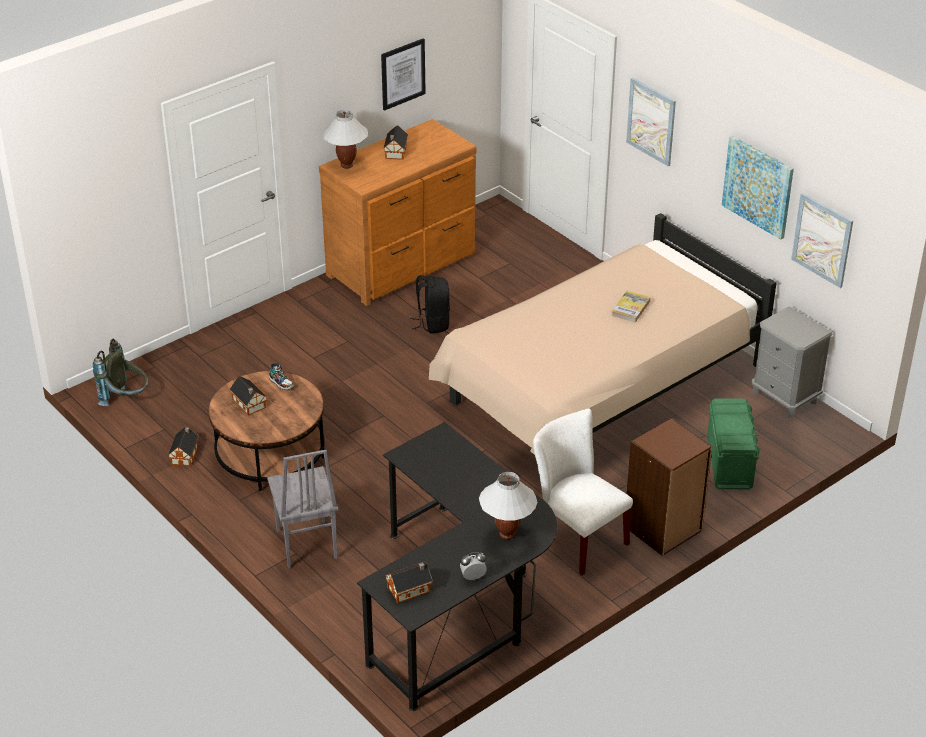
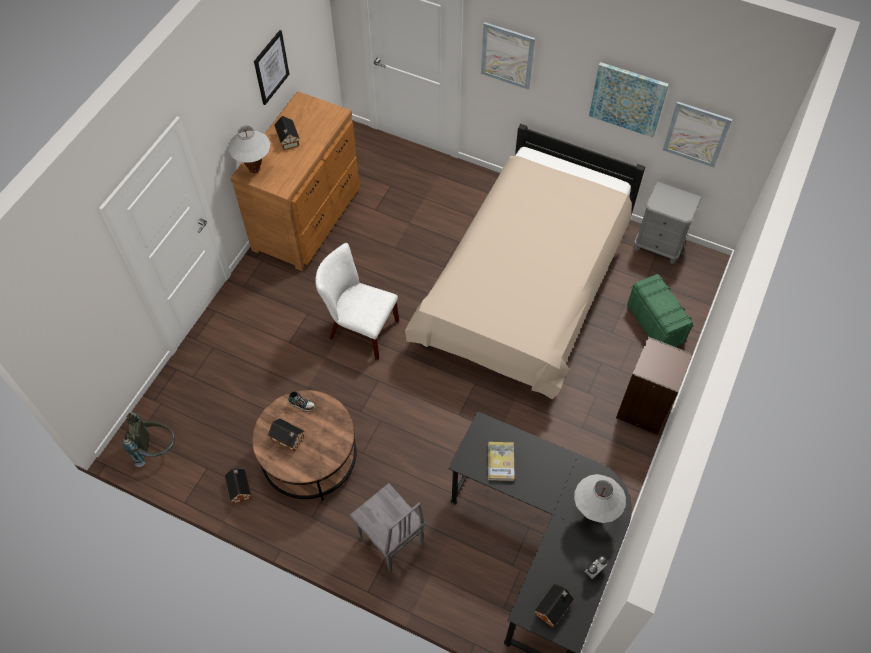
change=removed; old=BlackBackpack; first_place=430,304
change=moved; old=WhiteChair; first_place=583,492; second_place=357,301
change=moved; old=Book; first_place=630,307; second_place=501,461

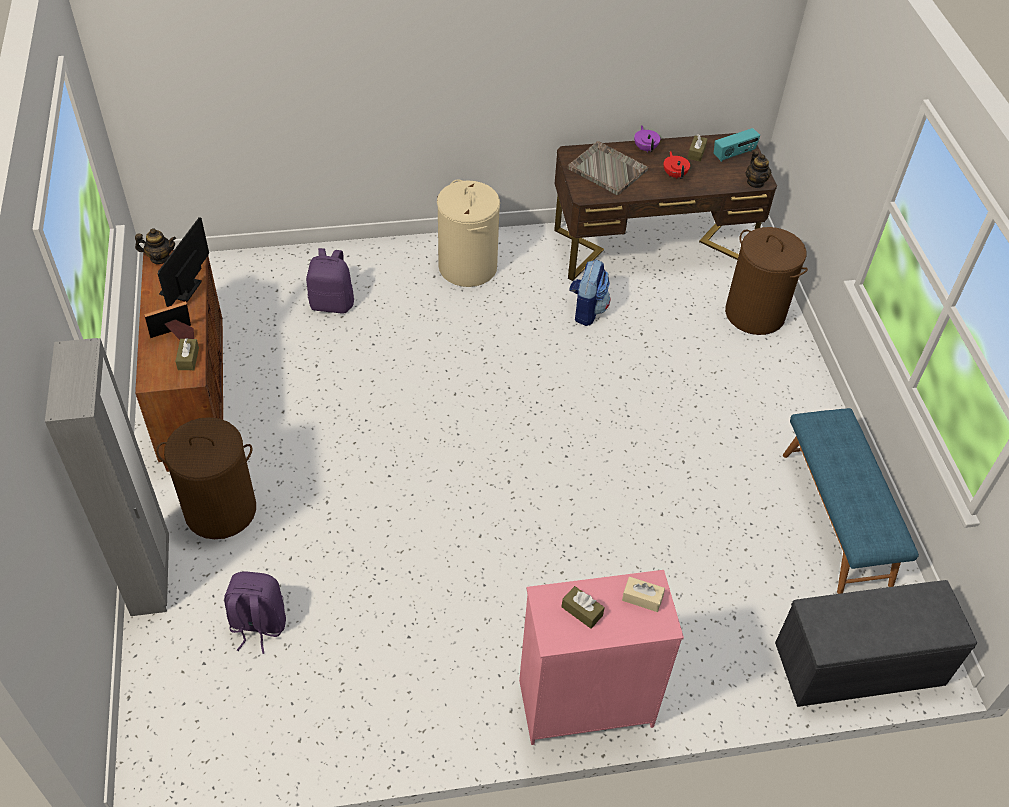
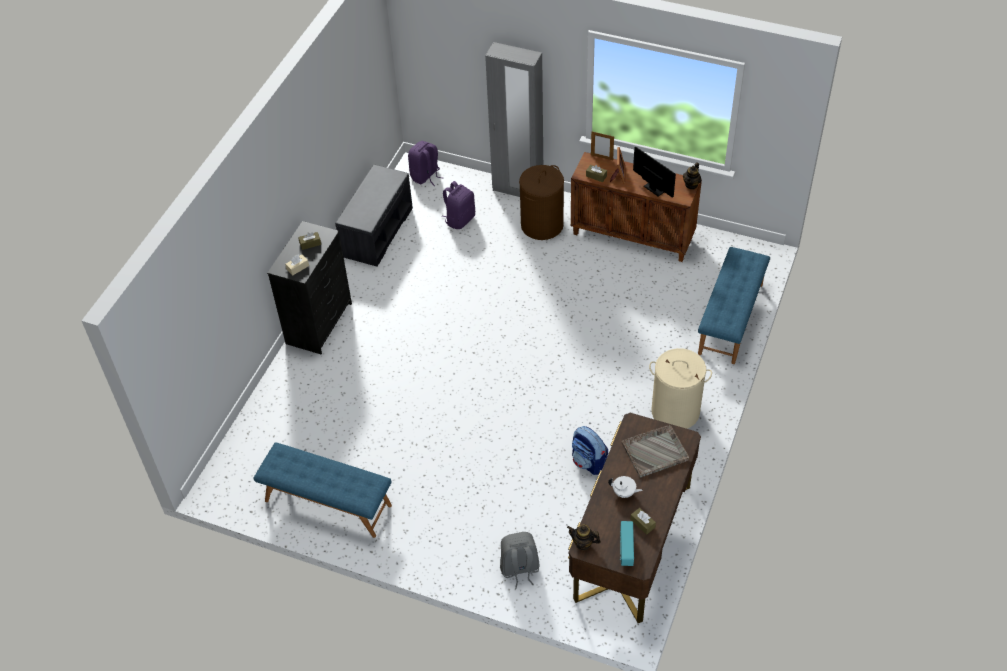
change=removed; old=PurpleTeapot; first_place=647,139
change=added; new=PictureFrame; second_place=602,145
change=added; new=BlueBench; second_place=734,305
change=moved; old=PurpleBackpack; first_place=330,281; second_place=425,163
change=moved; old=GreyBench; first_place=876,643; second_place=374,216
change=replaced; old=BrownLaundryBasket; new=GreyBackpack; first_place=766,281; second_place=520,560
change=recoloured; old=PinkDresser; new=BlackDresser; first_place=601,657; second_place=309,287
change=recoloured; old=RedTeapot; new=WhiteTeapot; first_place=677,165; second_place=625,487

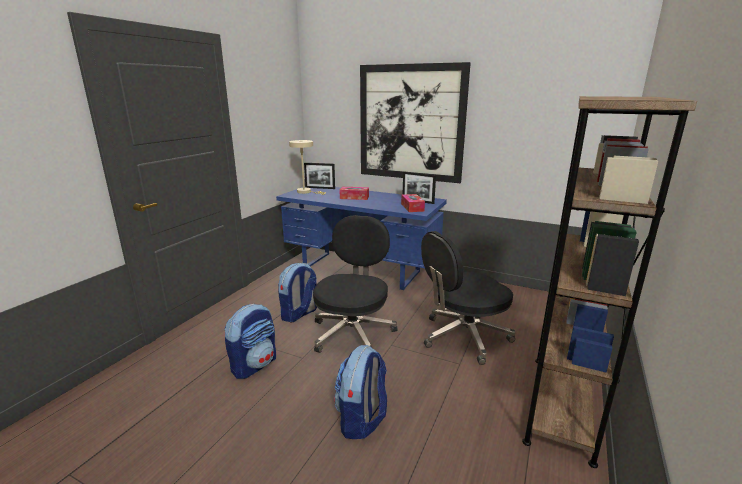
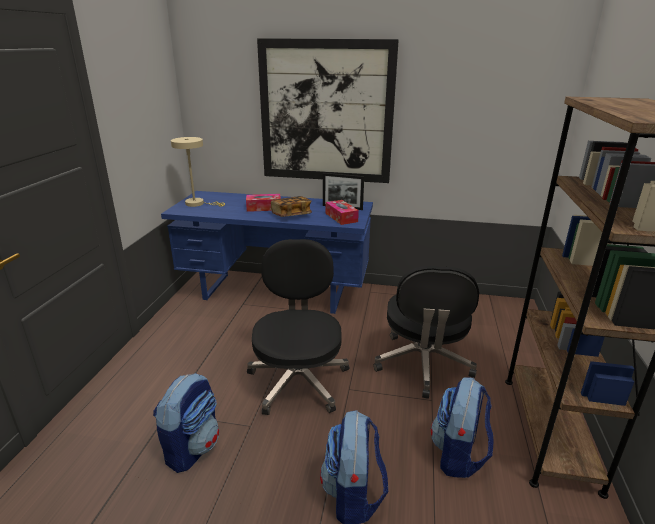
change=removed; old=PictureFrame; first_place=319,176
change=added; new=Book; second_place=291,206
change=moved; old=Backpack; first_place=297,292; second_place=462,427
change=turned; old=BlackOfficeChair; first_place=468,298; second_place=426,332; degrees=-45

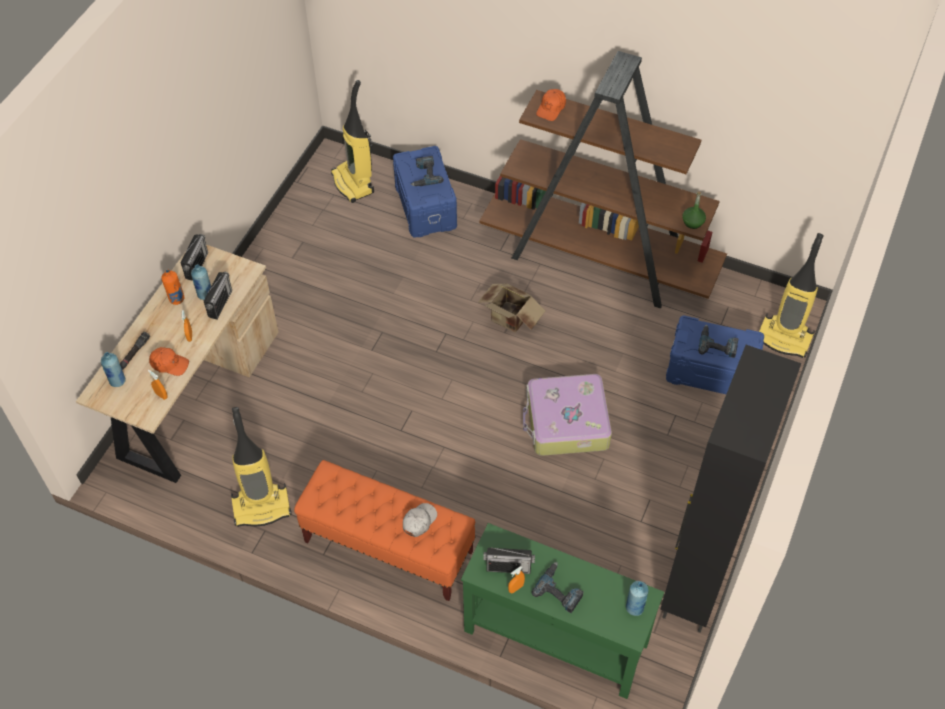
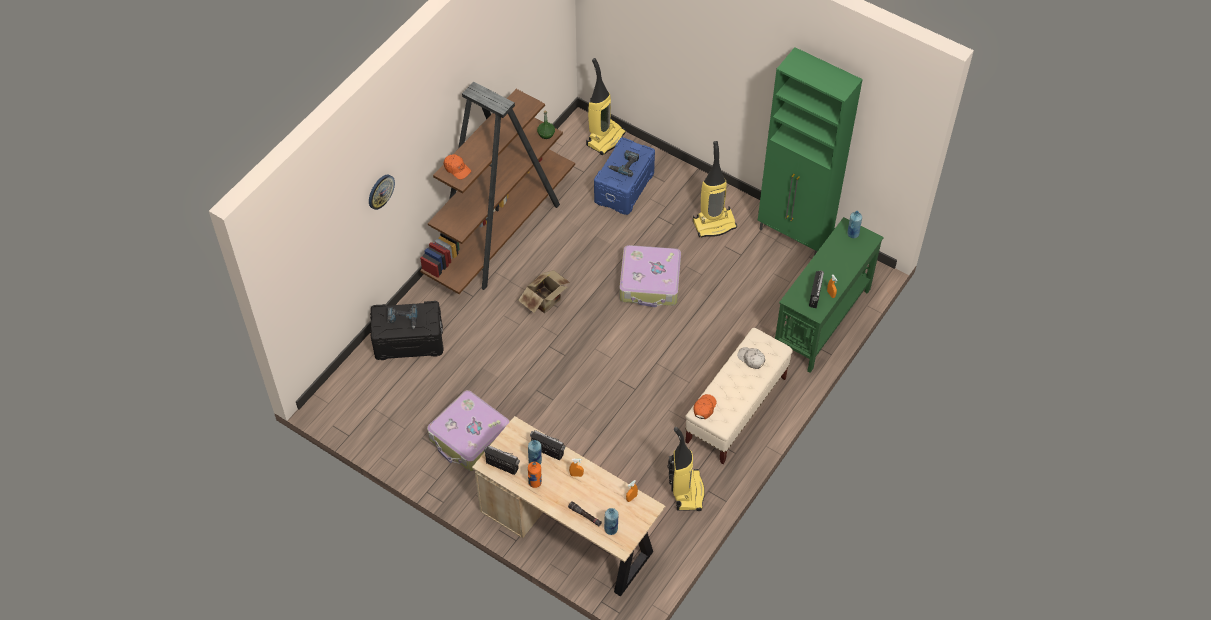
change=removed; old=PowerDrill; first_place=558,587
change=added; new=WallClock; second_place=382,192
change=added; new=Suitcase; second_place=468,430
change=moved; old=OrangeCap; first_place=169,361; second_place=705,406
change=moved; old=VacuumCleaner; first_place=352,141; second_place=715,189
change=recoloured; old=OrangeBench; new=BeigeBench; first_place=385,530; second_place=739,396
change=recoloured; old=BlueStorageBox; new=BlackStorageBox; first_place=425,192; second_place=406,330
change=recoloured; old=BlackCabinet; new=GreenCabinet; first_place=730,489; second_place=810,151

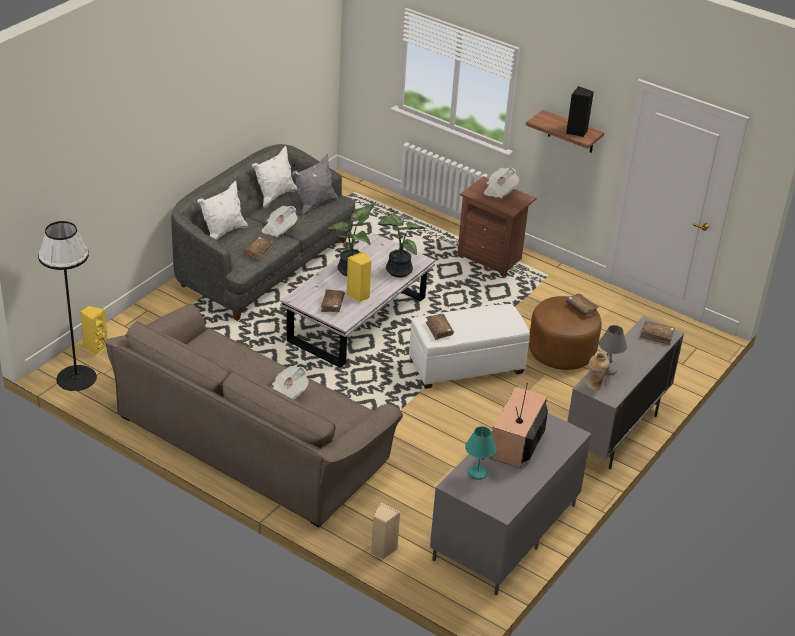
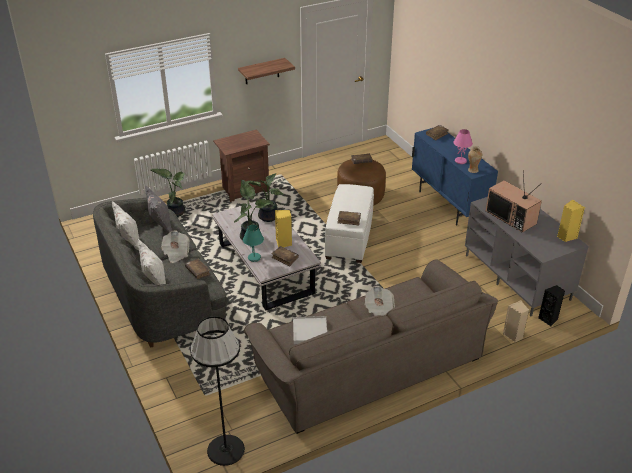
change=removed; old=Newspaper; first_place=501,183
change=added; new=PottedPlant; second_place=168,193
change=added; new=WhiteTray; second_place=310,330
change=moved; old=YellowSpeaker; first_place=94,330; second_place=571,220
change=moved; old=TurquoiseTableLamp; first_place=480,453; second_place=253,243
change=moved; old=BlackSpeaker; first_place=580,111; second_place=551,306
change=recoloured; old=GreyCabinet; new=BlueCabinet; first_place=625,392; second_place=455,176
change=recoloured; old=GreyTableLamp; new=PinkTableLamp; first_place=613,350; second_place=463,146

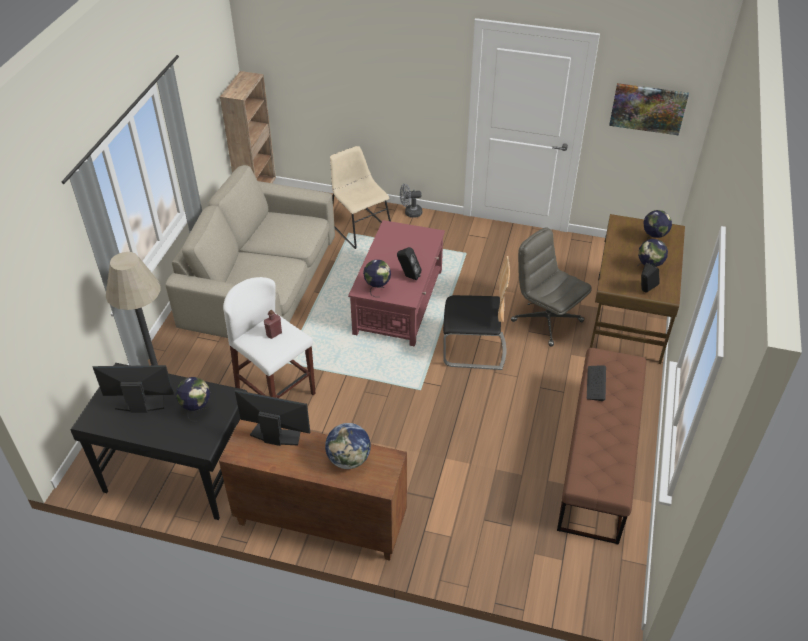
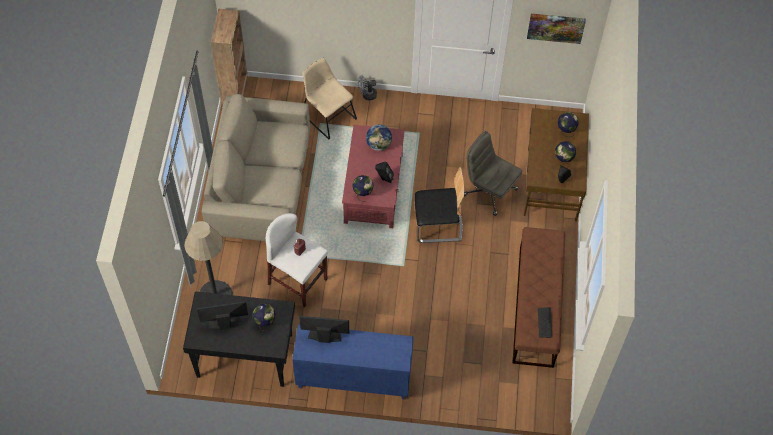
change=moved; old=Globe; first_place=348,446; second_place=379,137
change=moved; old=Keyboard; first_place=596,383; second_place=545,322
change=recoloured; old=BrownCabinet; new=BlueCabinet; first_place=313,490; second_place=353,361

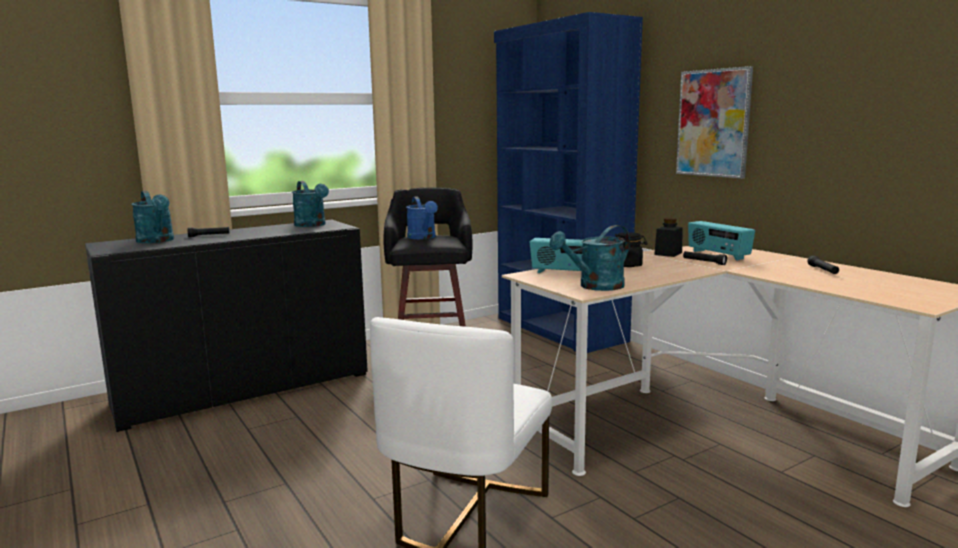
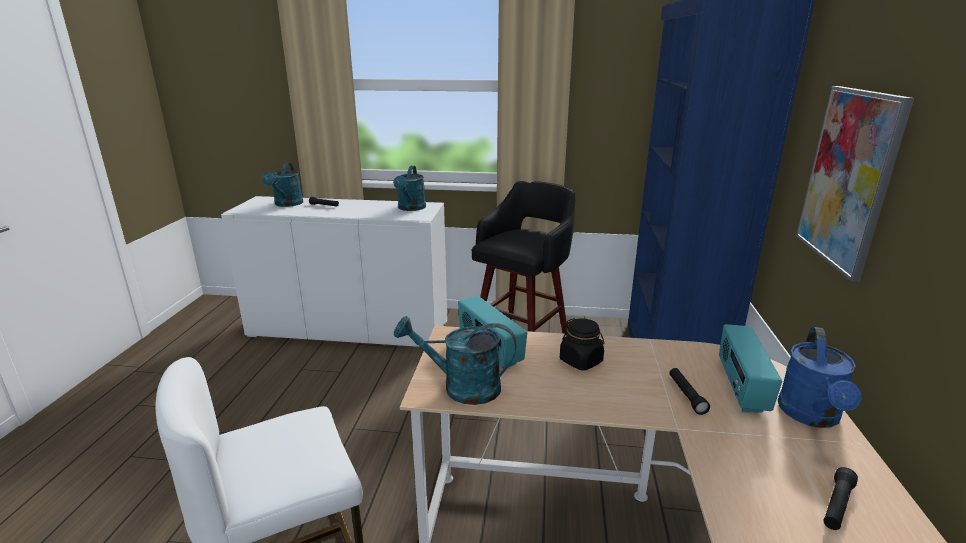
change=removed; old=BlackJar; first_place=668,237
change=moved; old=BlueWateringCan; first_place=422,218; second_place=820,377
change=recoloured; old=BlackCabinet; new=WhiteCabinet; first_place=226,326; second_place=334,271

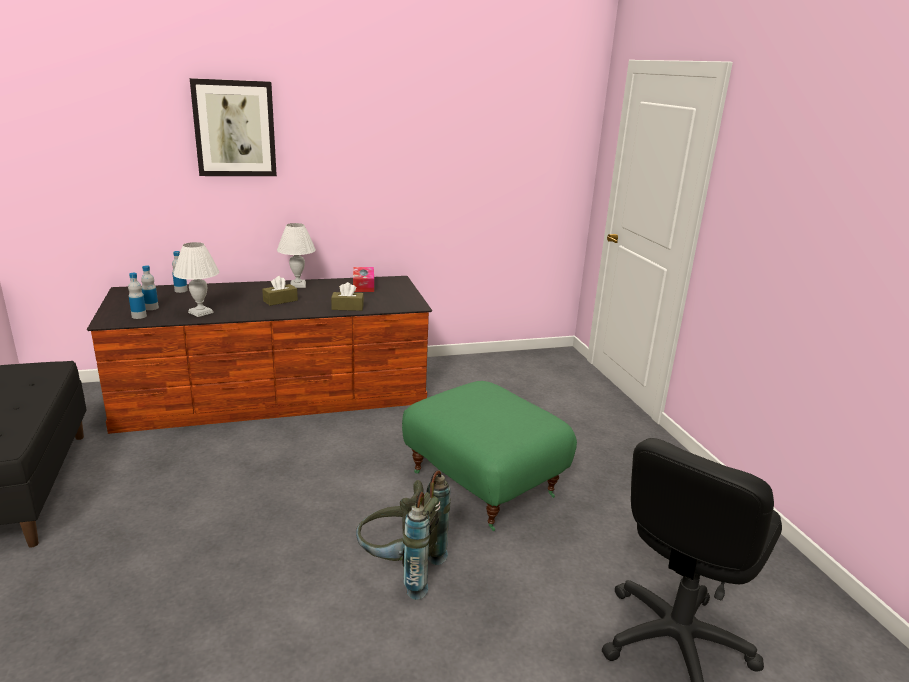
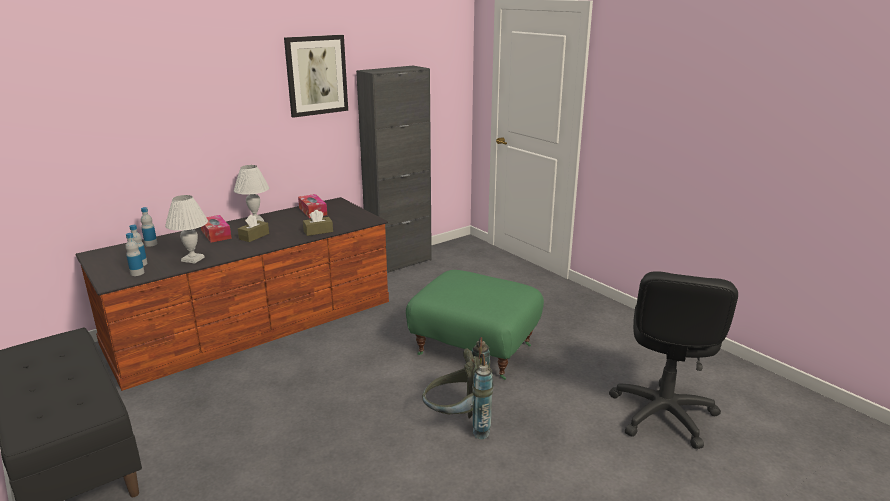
change=added; new=TissueBox; second_place=216,229
change=added; new=BlackCabinet; second_place=394,169
change=moved; old=Picture; first_place=233,127; second_place=316,76

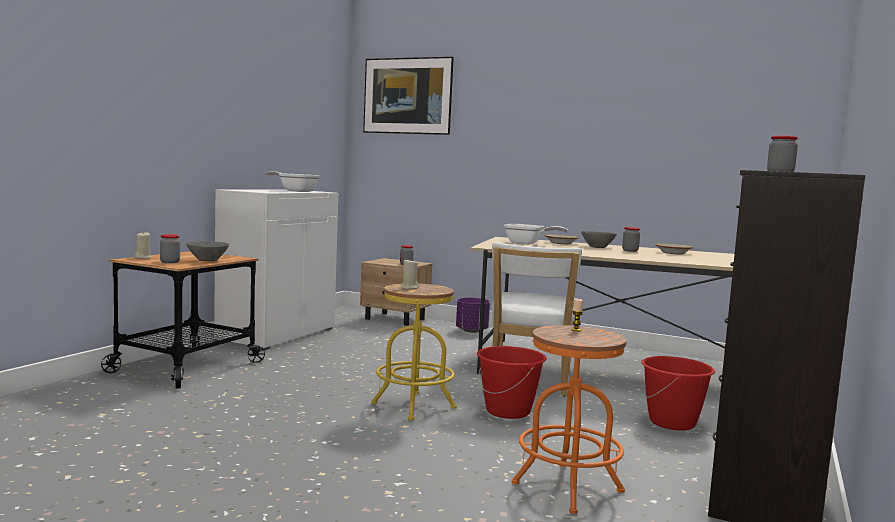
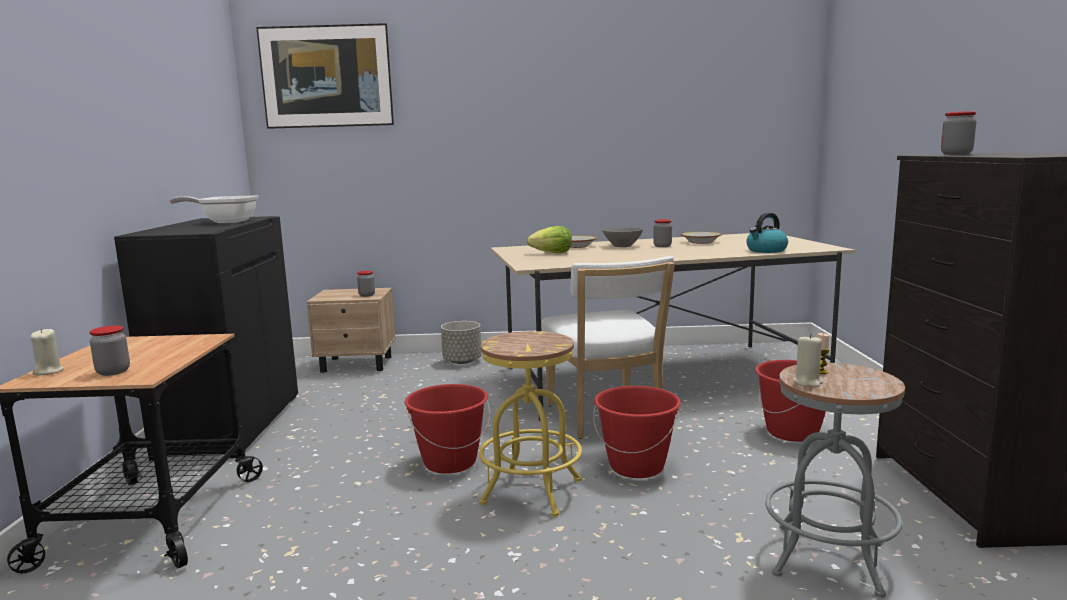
change=removed; old=GreyBowl; first_place=207,251
change=added; new=RedBucket; second_place=447,429
change=added; new=Kettle; second_place=767,233
change=moved; old=BeigeCandle; first_place=410,273; second_place=808,360
change=replaced; old=FryingPan; new=Lettuce; first_place=536,234; second_place=549,239
change=recoloured; old=WhiteCabinet; new=BlackCabinet; first_place=276,270; second_place=206,338
change=recoloured; old=PurplePlanter; new=GreyPlanter; first_place=473,315; second_place=461,342
change=recoloured; old=OrangeStool; new=GreyStool; first_place=569,419; second_place=835,480

